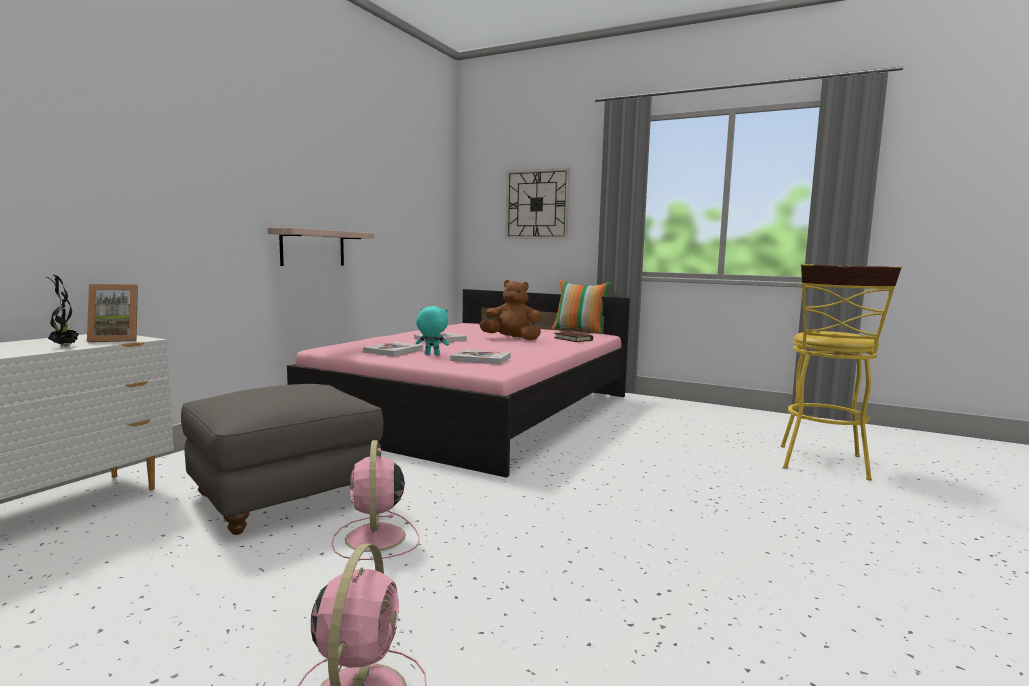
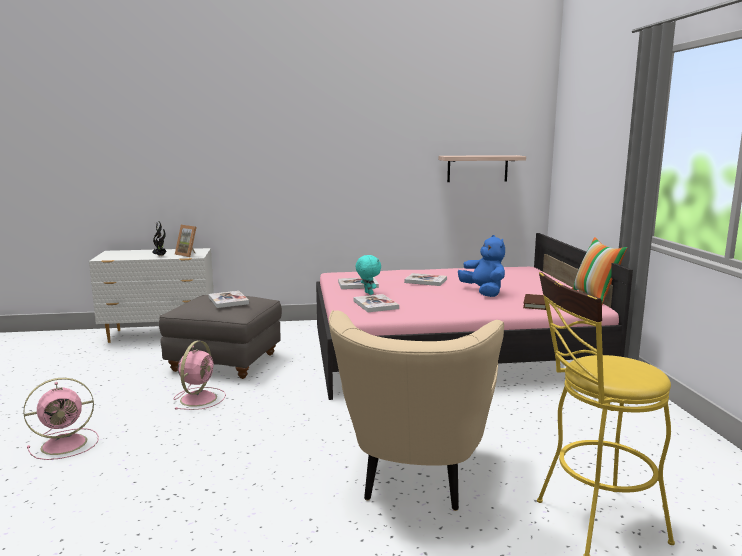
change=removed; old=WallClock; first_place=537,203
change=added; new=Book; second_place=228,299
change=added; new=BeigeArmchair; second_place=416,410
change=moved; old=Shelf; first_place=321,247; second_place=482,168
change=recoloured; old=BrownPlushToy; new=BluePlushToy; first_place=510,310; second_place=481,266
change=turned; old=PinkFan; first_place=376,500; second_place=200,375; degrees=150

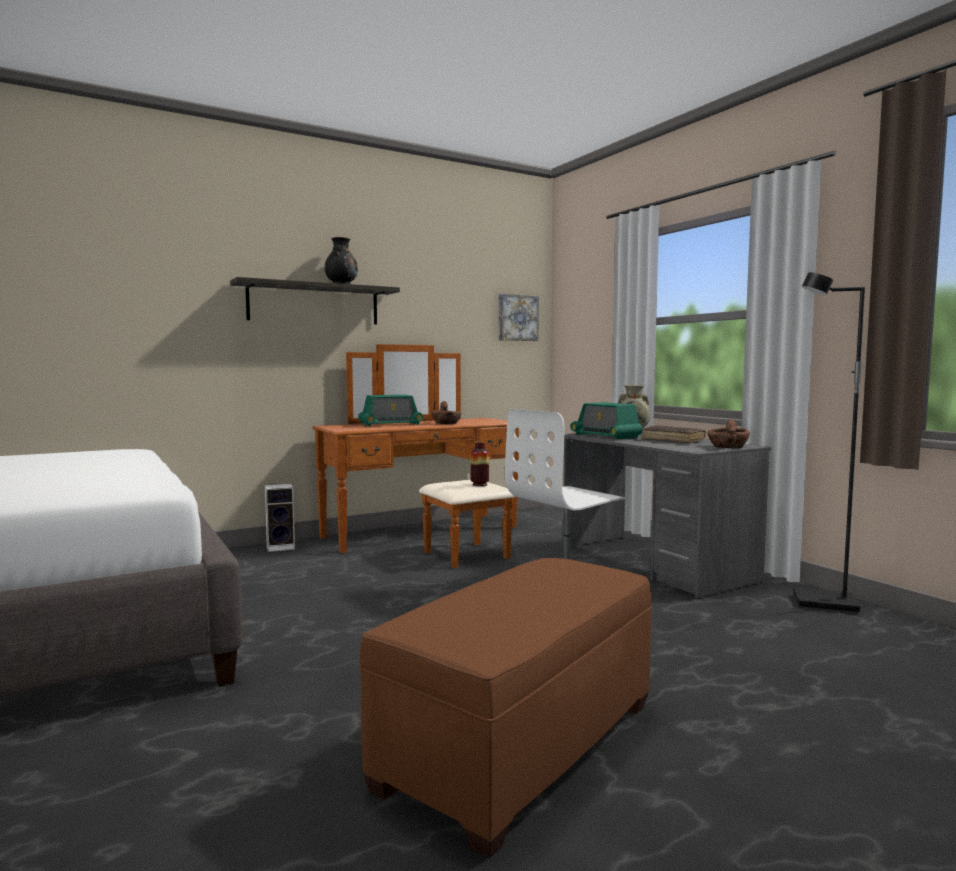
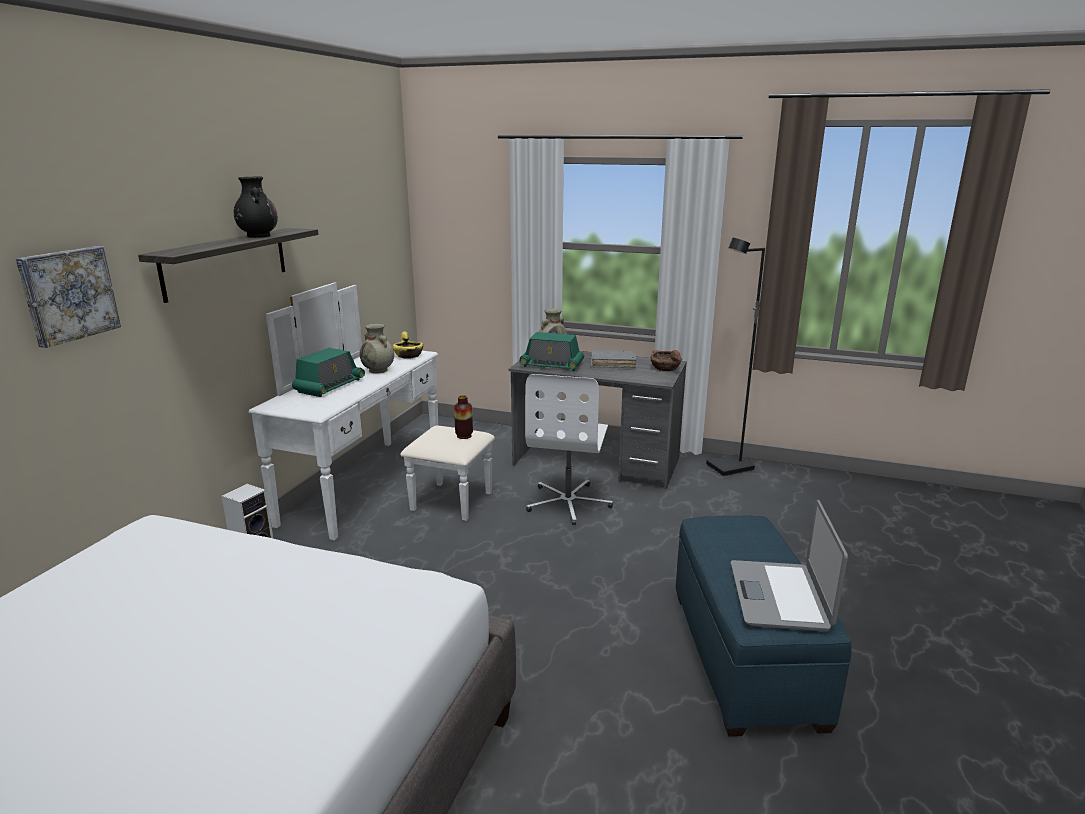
change=added; new=YellowBowl; second_place=408,345
change=added; new=Laptop; second_place=789,566
change=moved; old=Picture; first_place=519,317; second_place=68,297
change=replaced; old=BrownBowl; new=BeigeVase; first_place=446,412; second_place=377,349
change=recoloured; old=BrownDresser; new=WhiteDresser; first_place=415,456; second_place=372,411
change=recoloured; old=BrownOttoman; new=BlueOttoman; first_place=505,708; second_place=764,626
change=recoloured; old=BrownBook; new=GreyBook; first_place=674,434; second_place=614,359

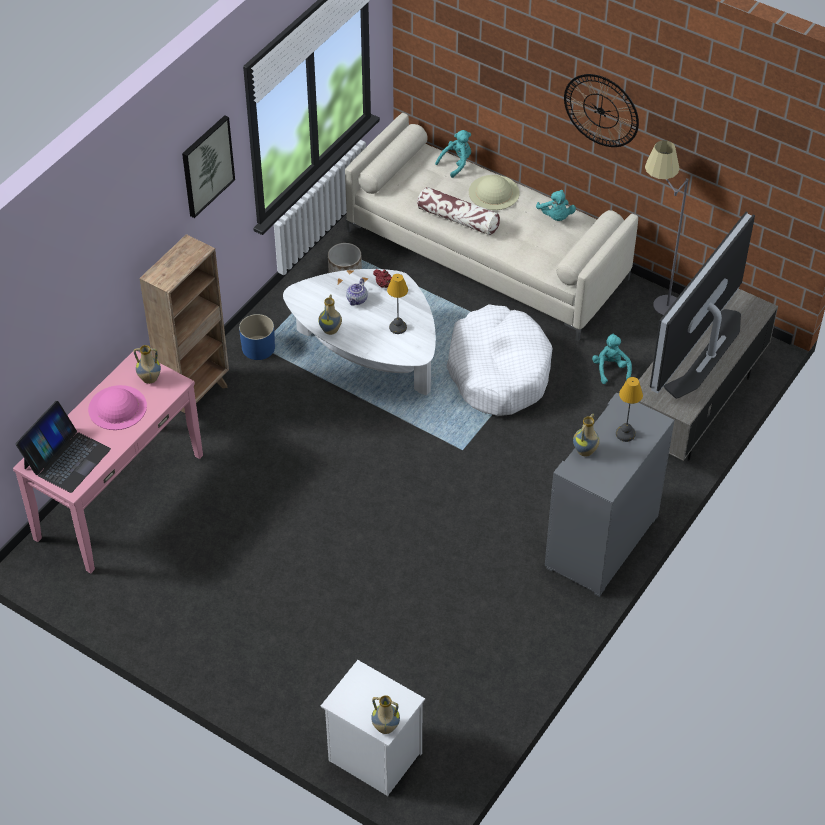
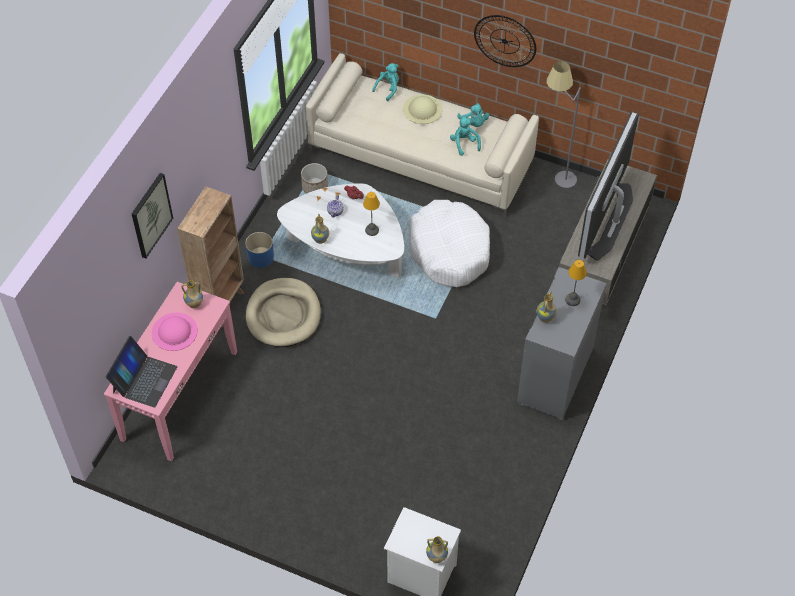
change=removed; old=Pillow; first_place=458,211
change=added; new=BeigeDogBed; second_place=283,312
change=moved; old=Picture; first_place=208,166; second_place=152,216
change=moved; old=TurquoisePlushToy; first_place=612,359; second_place=465,136

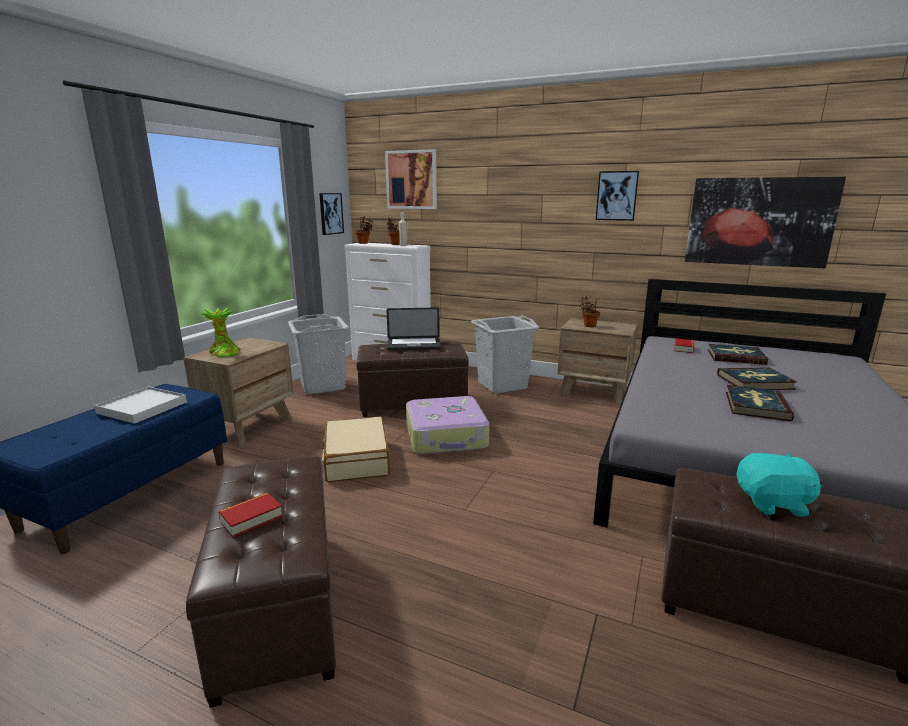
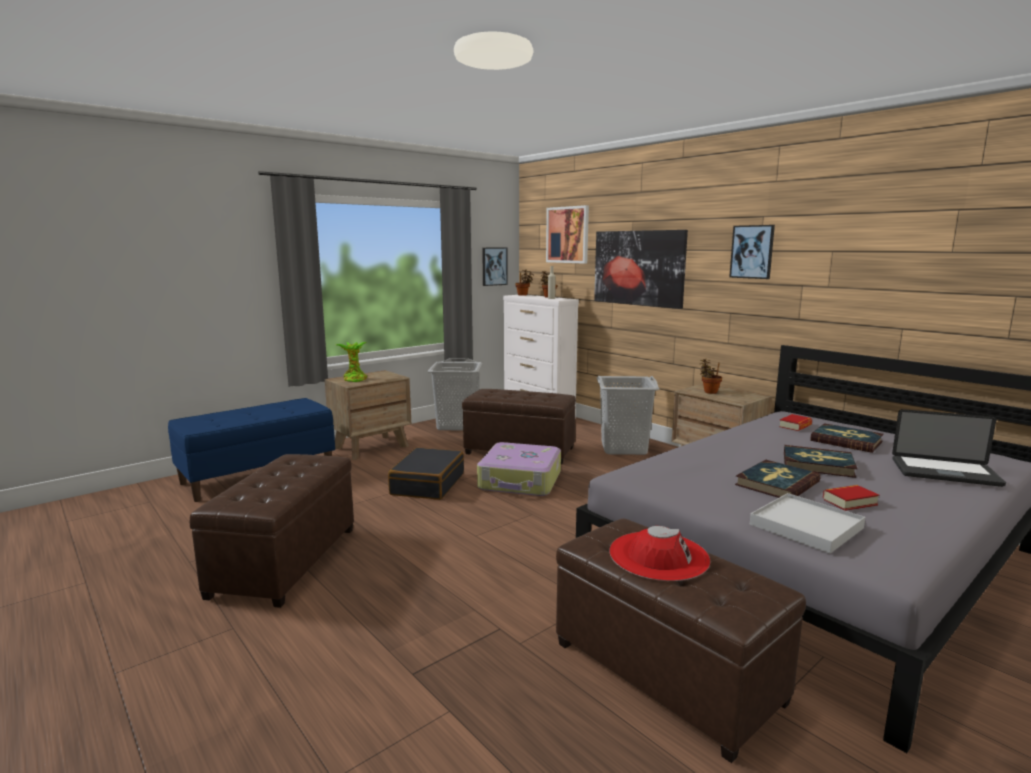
change=moved; old=WhiteTray; first_place=140,405; second_place=807,523
change=moved; old=Book; first_place=250,515; second_place=851,498
change=moved; old=Laptop; first_place=414,329; second_place=949,448
change=moved; old=Picture; first_place=765,222; second_place=641,269
change=replaced; old=TurquoisePlushToy; new=RedHat; first_place=779,484; second_place=659,553
change=recoloured; old=BeigeSuitcase; new=BlackSuitcase; first_place=355,449; second_place=426,474

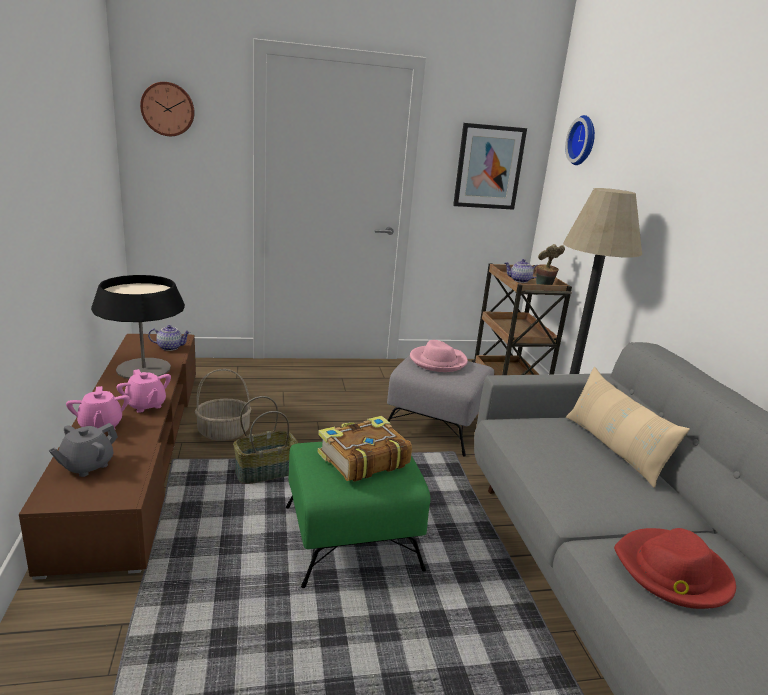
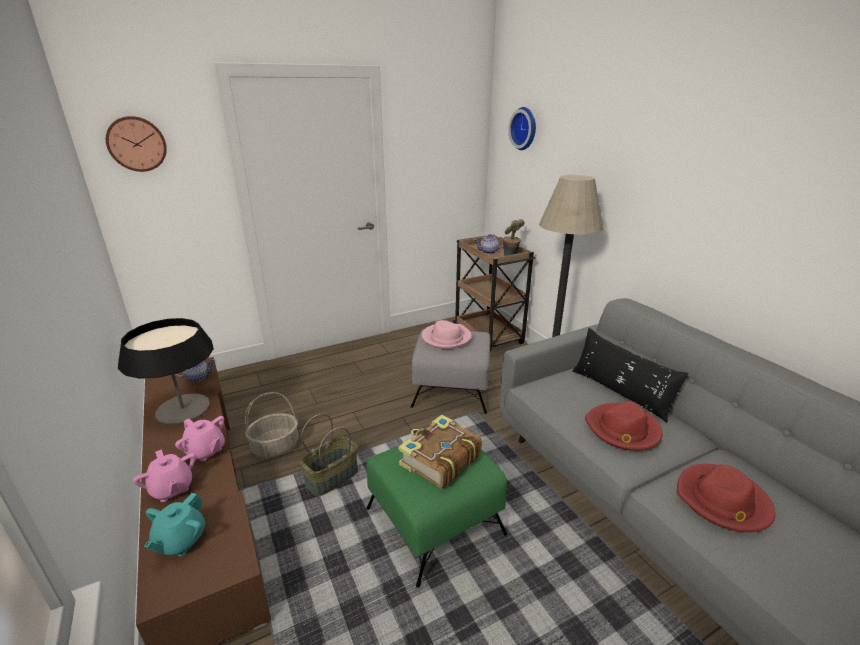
change=removed; old=Picture; first_place=490,166
change=added; new=RedHat; second_place=624,426
change=recoloured; old=GreyTeapot; new=TurquoiseTeapot; first_place=83,450; second_place=174,524
change=recoloured; old=BeigePillow; new=BlackPillow; first_place=628,427; second_place=630,375

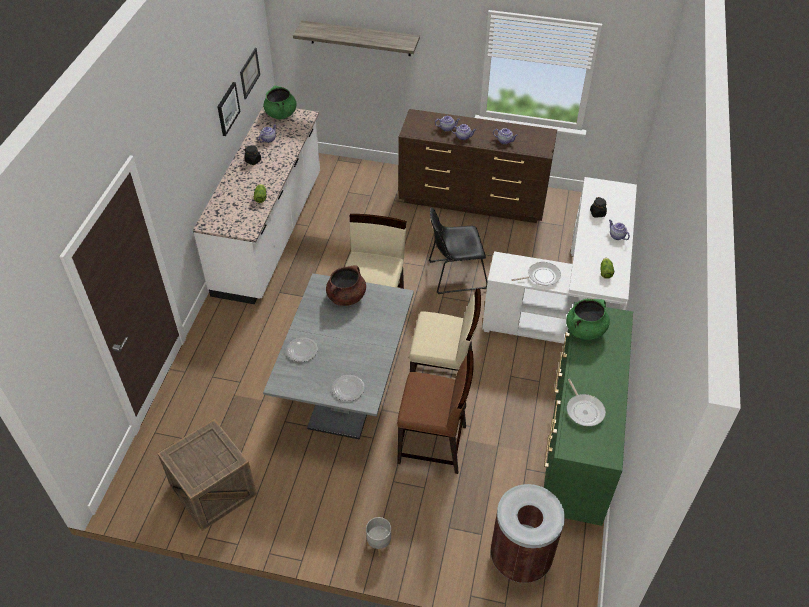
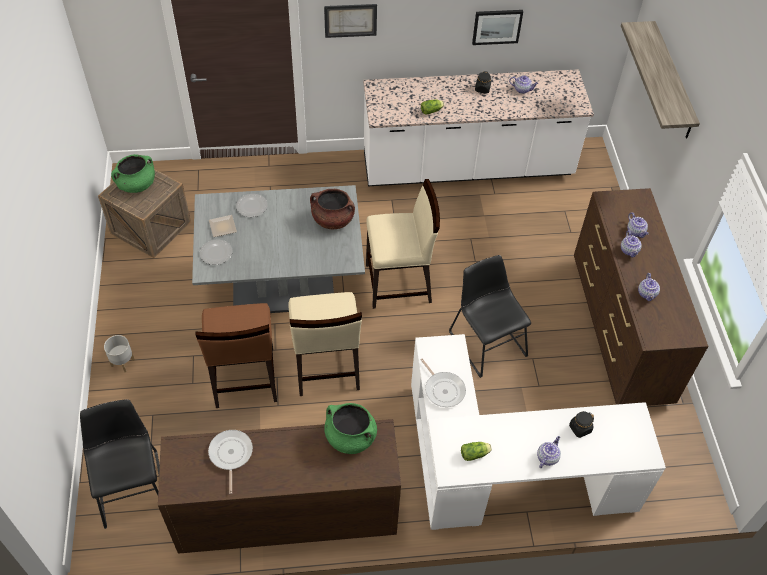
change=added; new=Plate; second_place=223,226
change=moved; old=Picture; first_place=250,73; second_place=350,21
change=moved; old=GreenCookingPot; first_place=280,102; second_place=133,173
change=replaced; old=BrownTrashCan; new=BlackChair; first_place=528,533; second_place=120,464
change=recoloured; old=GreenDresser; new=BrownDresser; first_place=588,414; second_place=279,486
change=turned; old=FryingPan; first_place=586,402; second_place=230,462; degrees=120

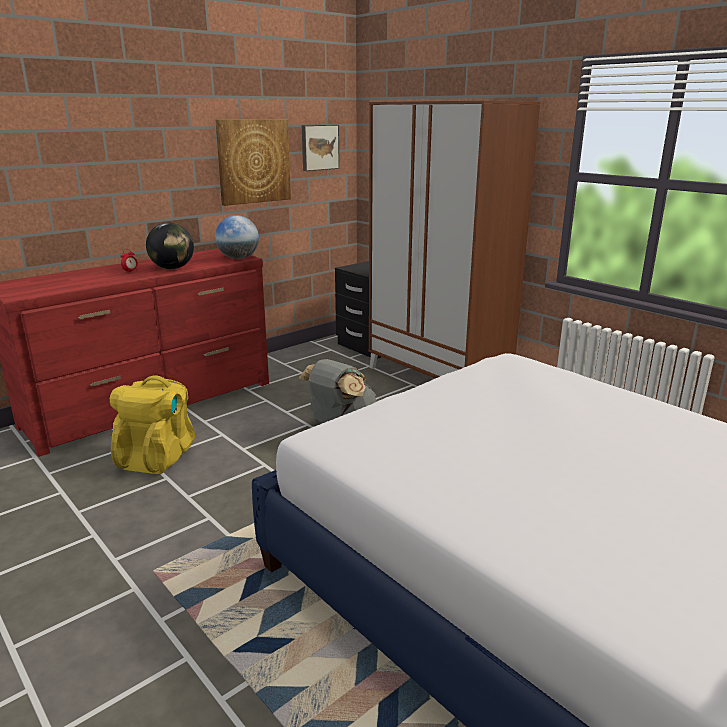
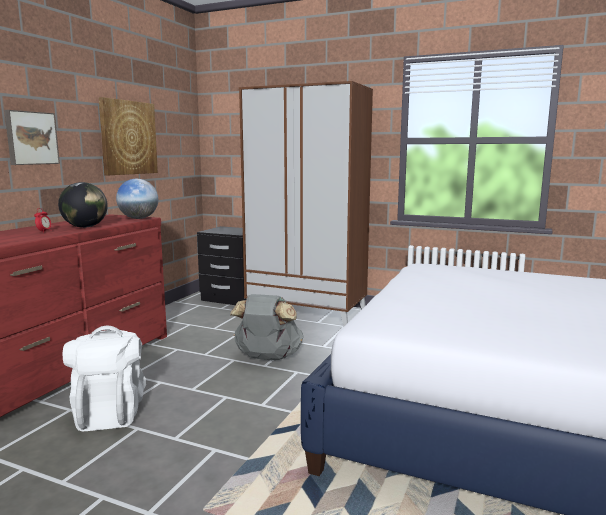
change=moved; old=Picture; first_place=321,148; second_place=32,137
change=recoloured; old=YellowBackpack; new=WhiteBackpack; first_place=152,424; second_place=104,378

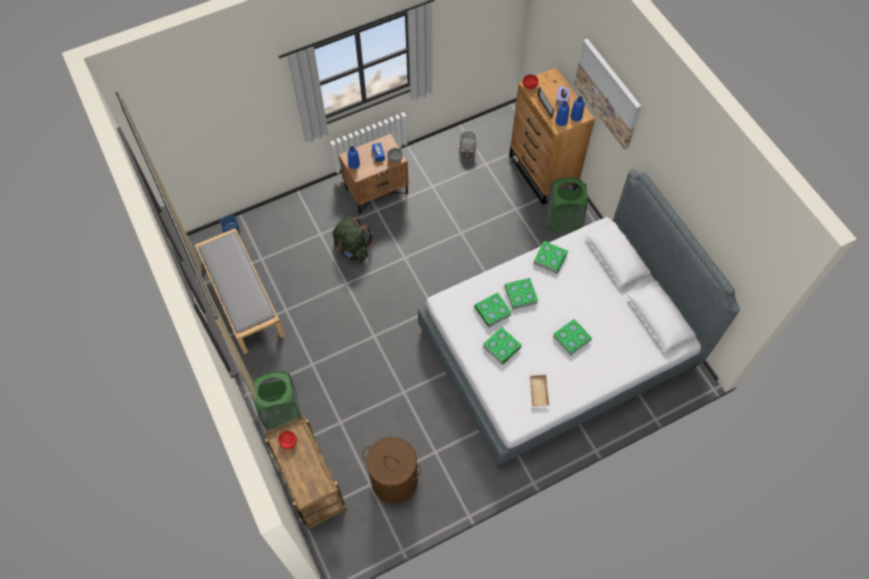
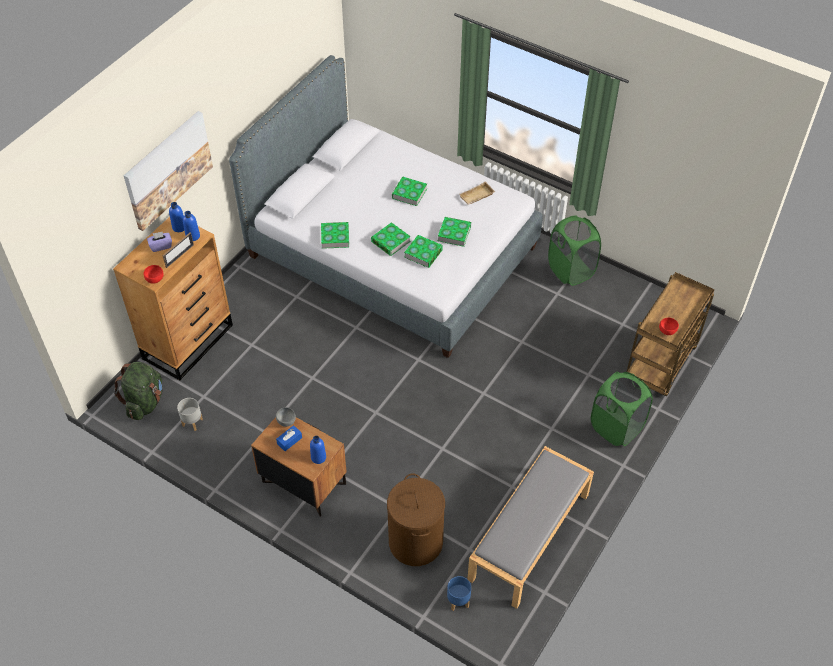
change=moved; old=GreenBackpack; first_place=353,240; second_place=138,391
change=moved; old=BrownLaundryBasket; first_place=391,470; second_place=416,519
change=moved; old=GreenLaundryBasket; first_place=567,205; second_place=574,250

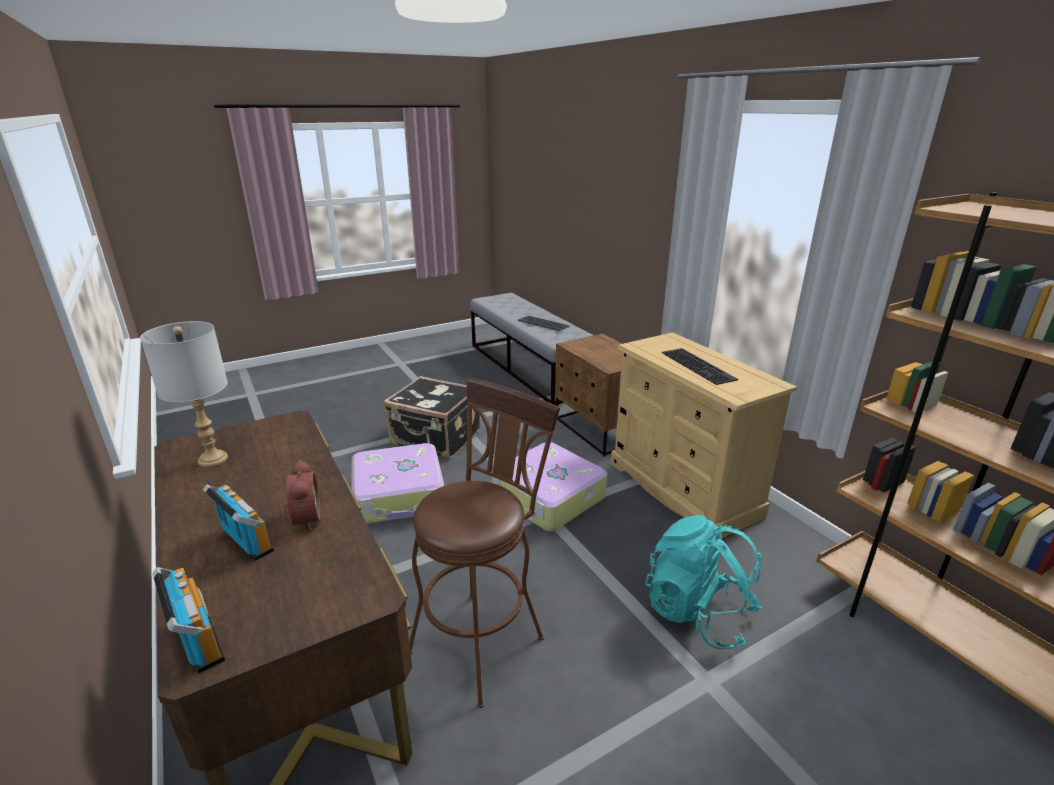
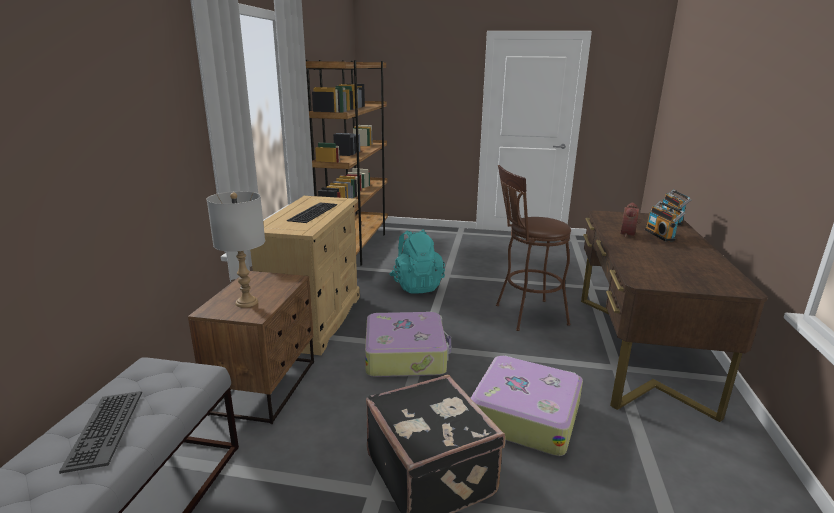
change=moved; old=GreyTableLamp; first_place=184,394; second_place=236,249

